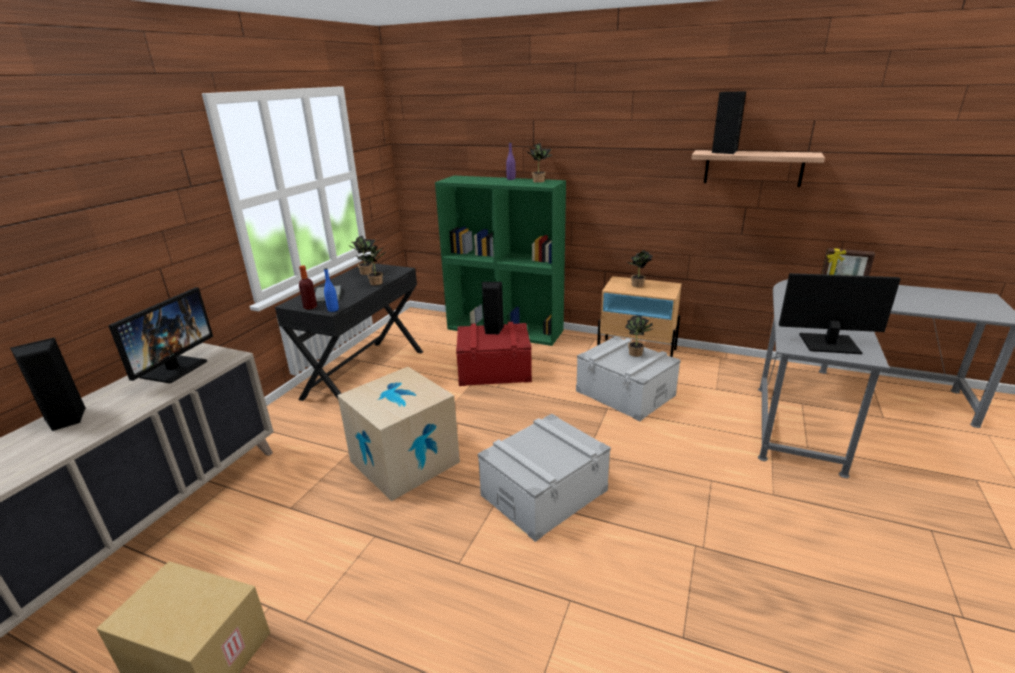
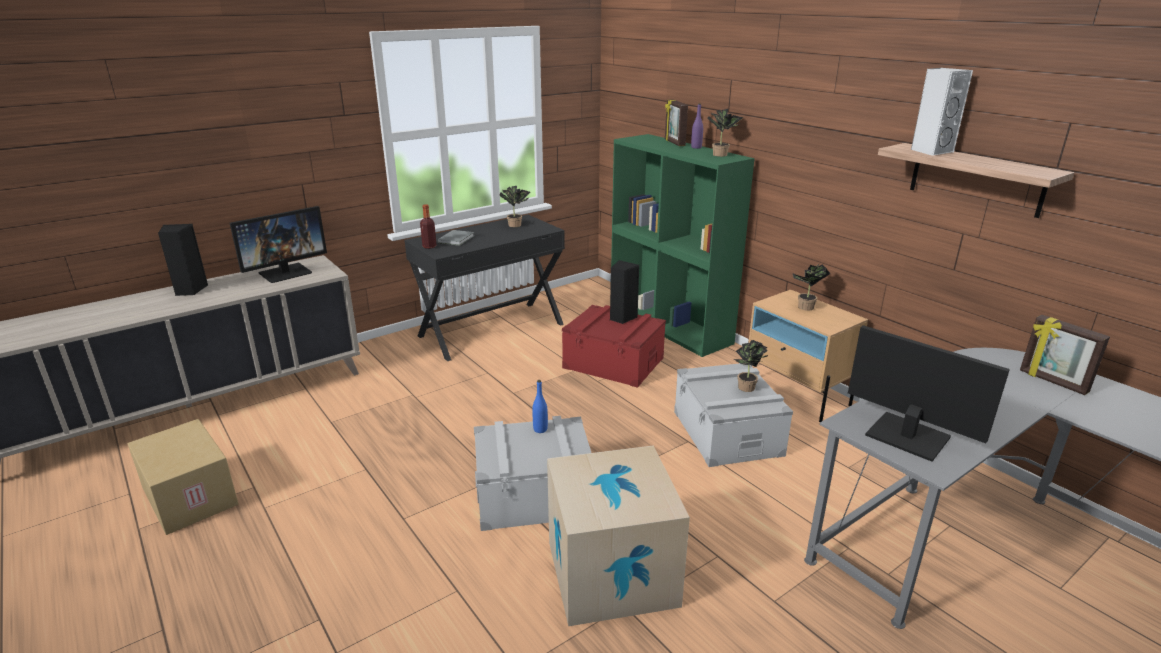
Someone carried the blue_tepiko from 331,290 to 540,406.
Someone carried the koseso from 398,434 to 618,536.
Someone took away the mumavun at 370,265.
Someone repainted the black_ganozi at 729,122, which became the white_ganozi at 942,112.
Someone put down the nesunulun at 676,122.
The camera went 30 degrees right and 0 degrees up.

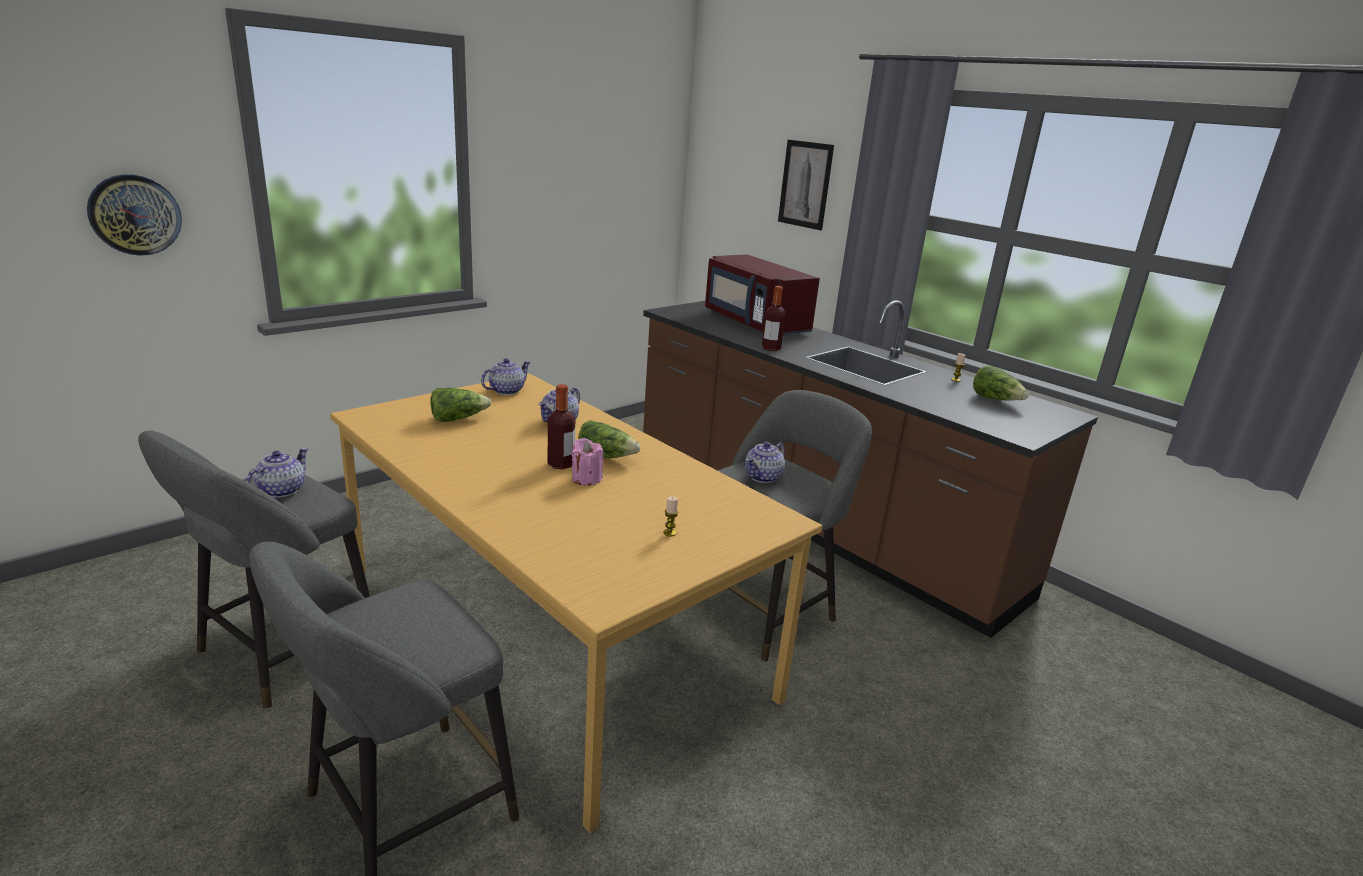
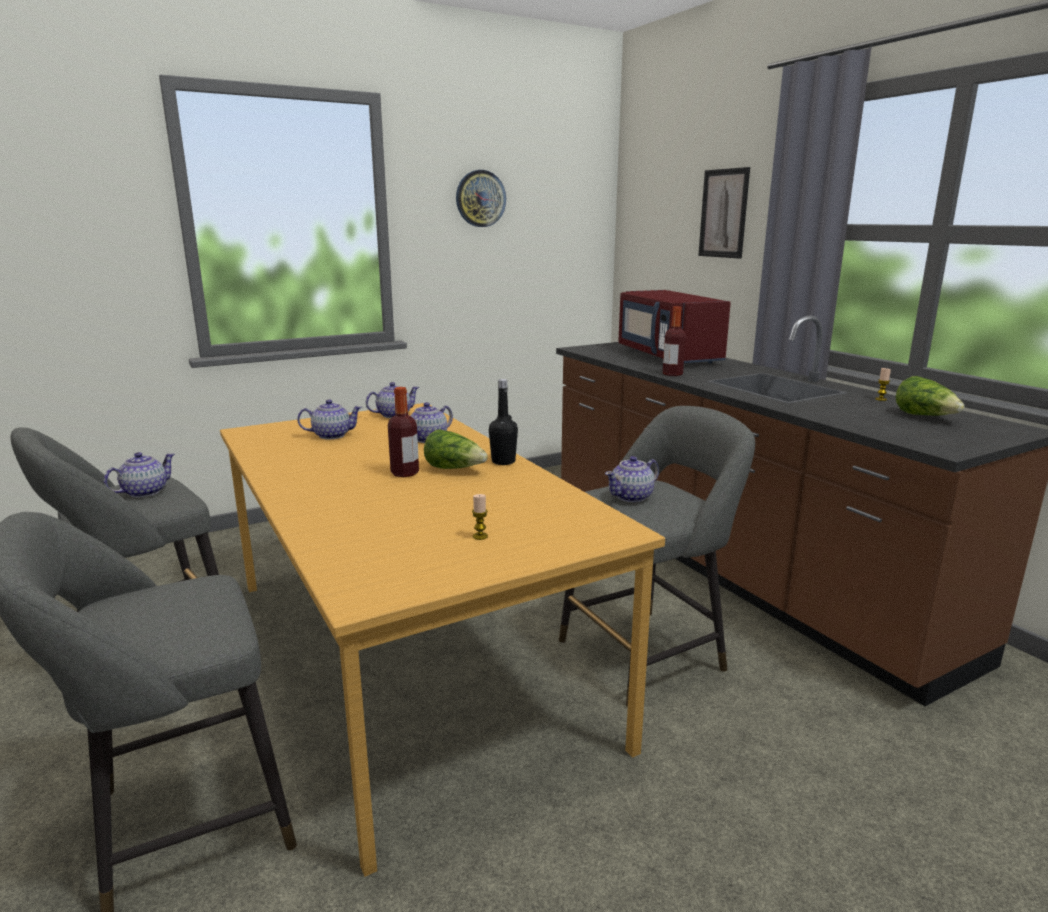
Someone carried the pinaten from 134,215 to 481,198.
Someone swapped the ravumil at 461,405 for the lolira at 329,419.
Someone took away the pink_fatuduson at 587,462.
Someone put down the black_tepiko at 503,422.
The camera went 15 degrees right and 5 degrees down.

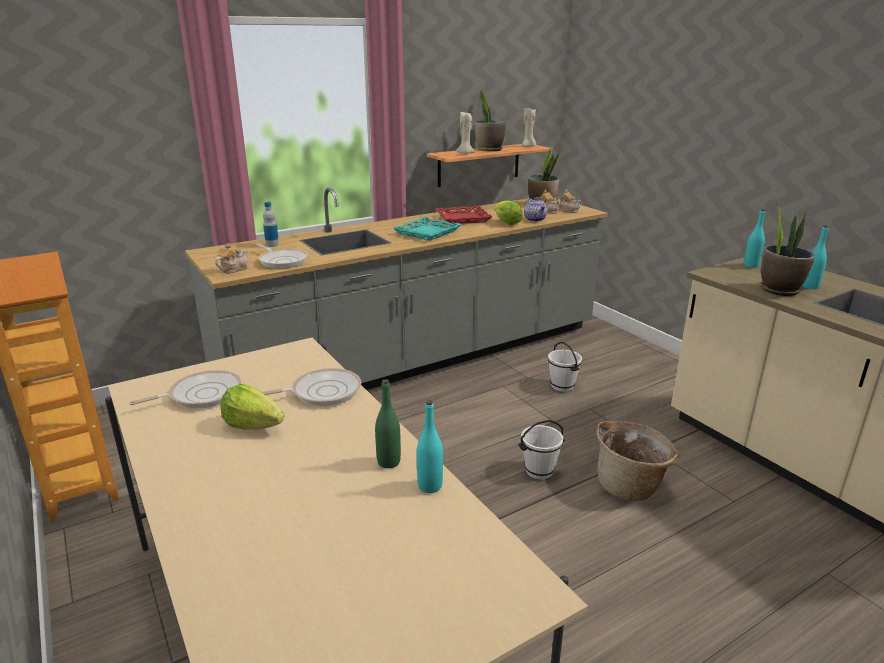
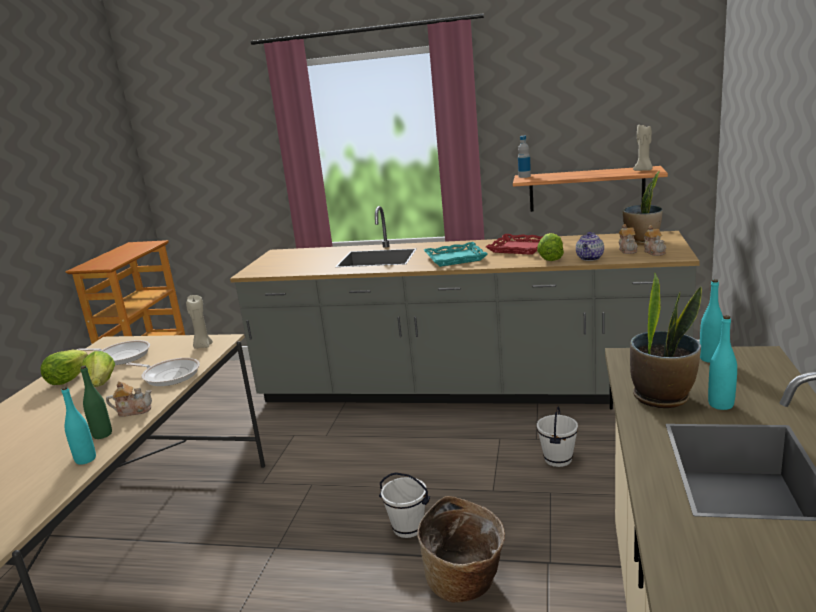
Someone carried the lolira from 231,258 to 129,399.
Someone took away the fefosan at 282,256.
Someone carried the tepiko from 271,224 to 524,157.
Someone carried the beige_fatuduson from 465,133 to 199,322.
Someone took away the mumavun at 490,120.
Someone put down the ravumil at 64,367.
The camera went 45 degrees right and 5 degrees down.

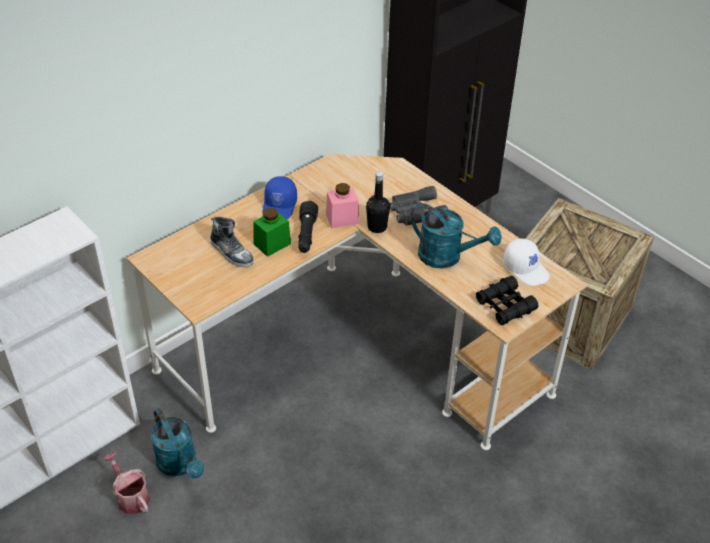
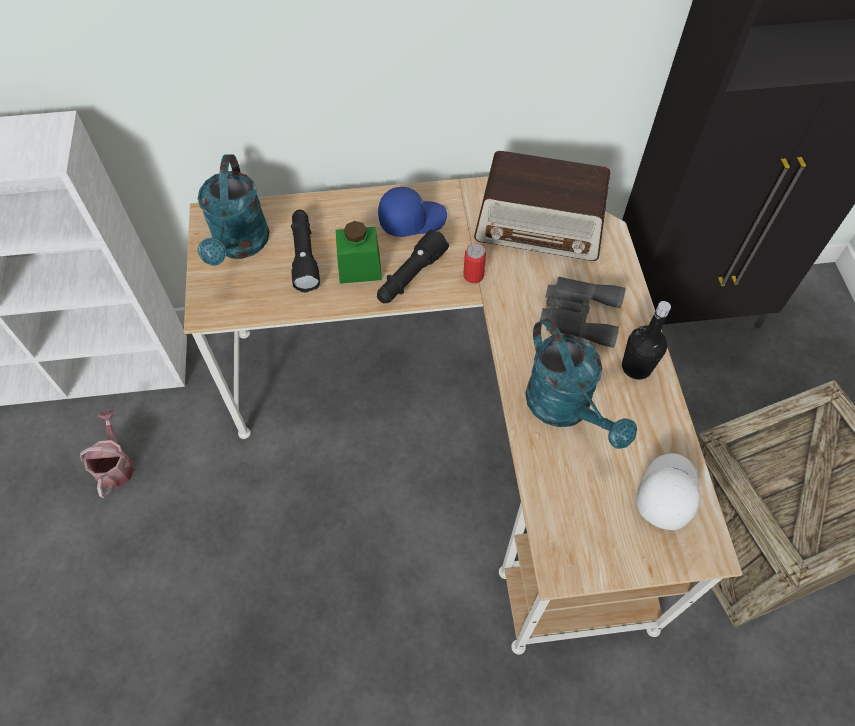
Someone carried the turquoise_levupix from 177,443 to 234,210.
Someone swapped the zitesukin at 232,242 for the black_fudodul at 305,251.
Someone rotated the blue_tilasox at 279,197 by 150 degrees counterclockwise.
Someone swapped the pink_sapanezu at 342,206 for the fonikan at 474,263.
Someone carried the black_tepiko from 378,202 to 646,340.
Someone took away the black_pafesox at 507,300.
Someone rotated the white_tilasox at 526,262 by 150 degrees counterclockwise.
Someone put down the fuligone at 542,206.
The camera went 35 degrees right and 15 degrees up.

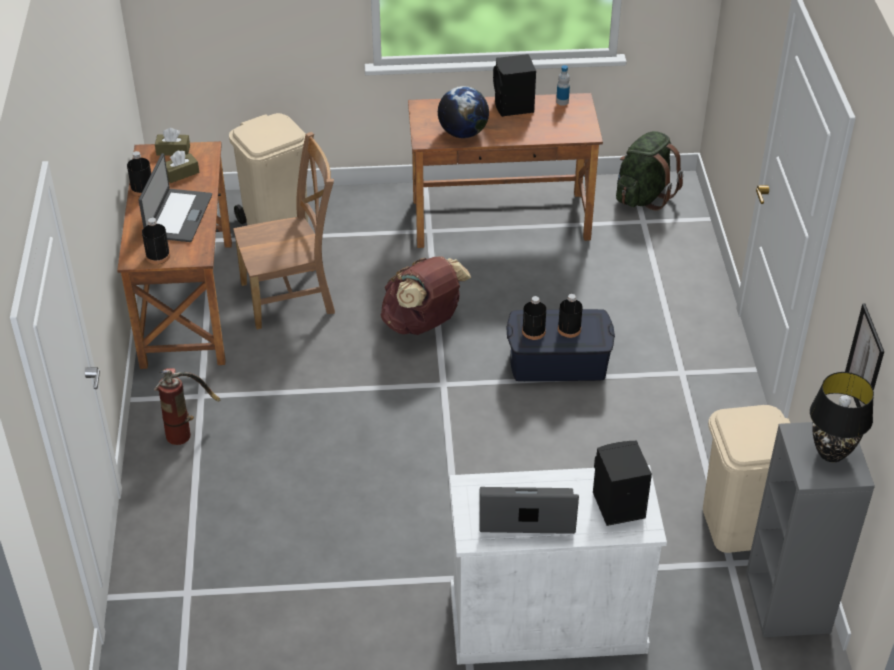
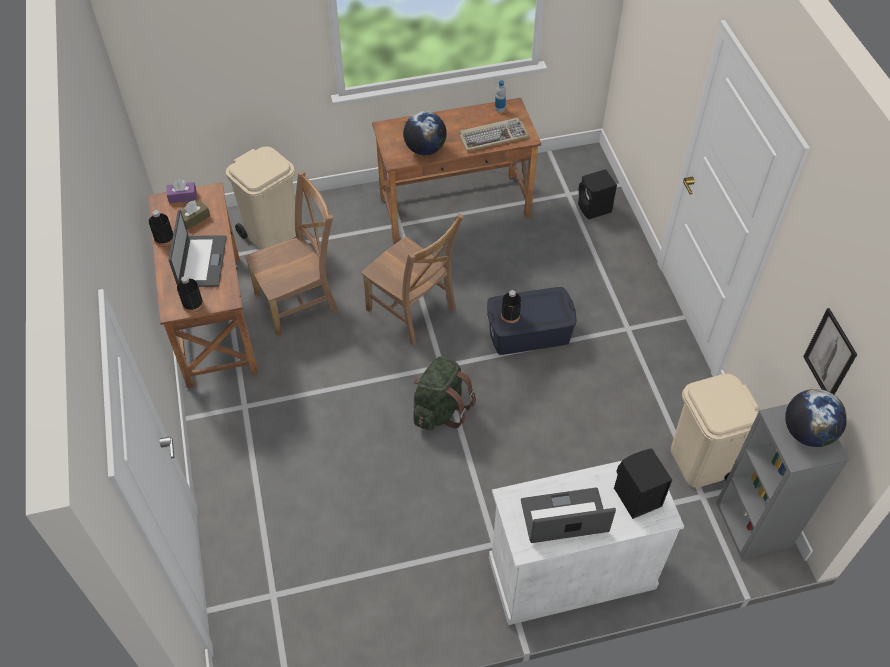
Someone took away the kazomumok at 187,406.
Someone repainted the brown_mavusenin at 172,142, which became the purple_mavusenin at 182,191.
Someone swapped the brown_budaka at 426,295 for the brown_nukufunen at 412,279.
Someone carried the black_ganozi from 514,85 to 597,194.
Someone took away the black_tepiko at 570,316.
Someone carried the green_budaka from 649,171 to 444,393.
Someone swapped the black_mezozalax at 842,417 for the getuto at 816,418.
Someone put down the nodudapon at 494,134.
The camera went 10 degrees left and 10 degrees up.

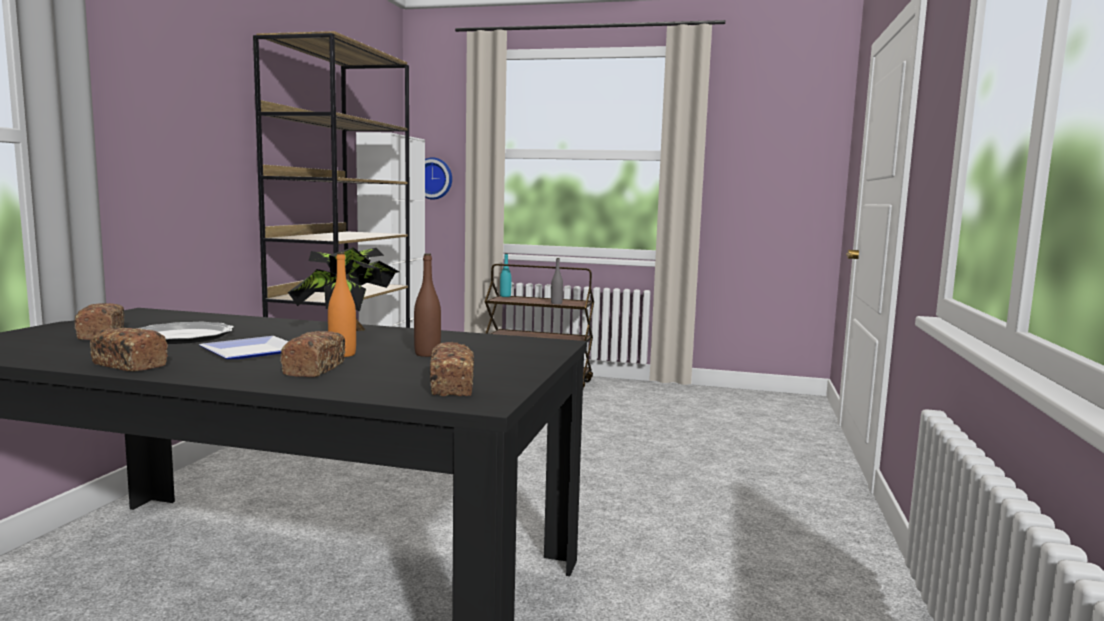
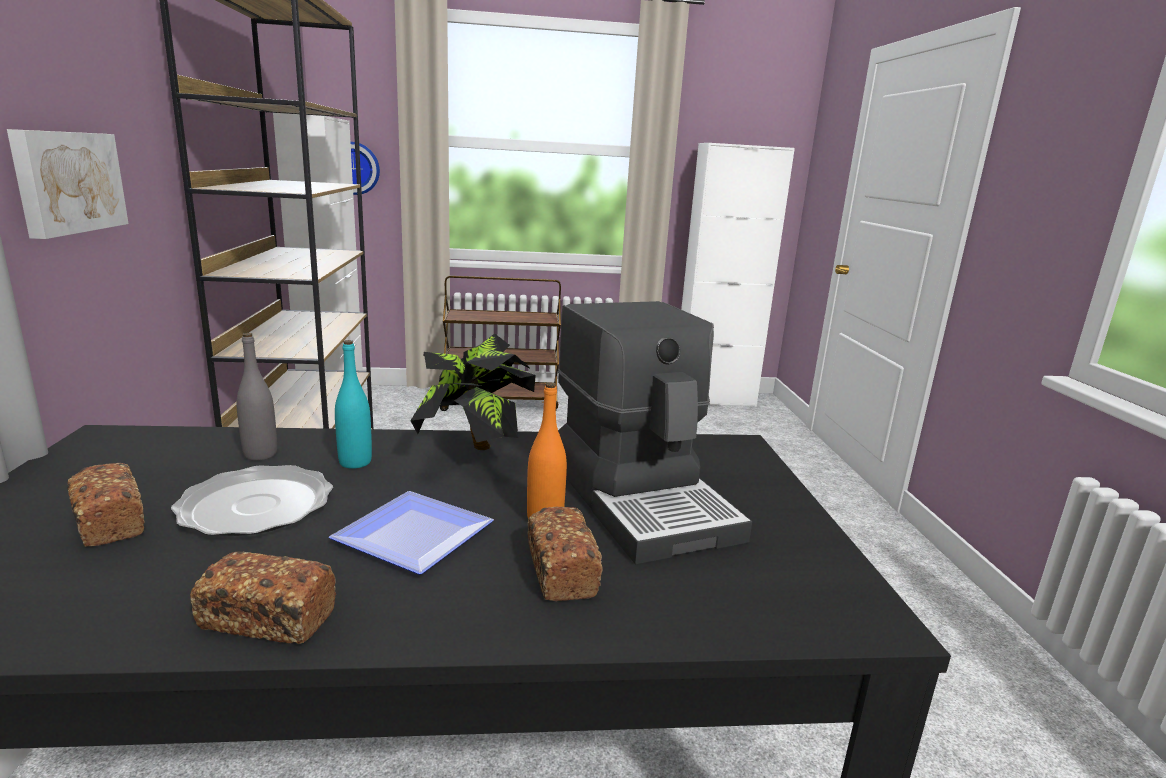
Someone swapped the brown_tepiko at 427,305 for the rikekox at 655,432.
Someone took away the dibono at 452,369.
Someone carried the turquoise_tepiko from 506,275 to 353,404.
Someone carried the grey_tepiko from 557,281 to 256,397.
Someone put up the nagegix at 68,184.
Someone put down the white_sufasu at 738,275.
The camera went 20 degrees left and 10 degrees up.

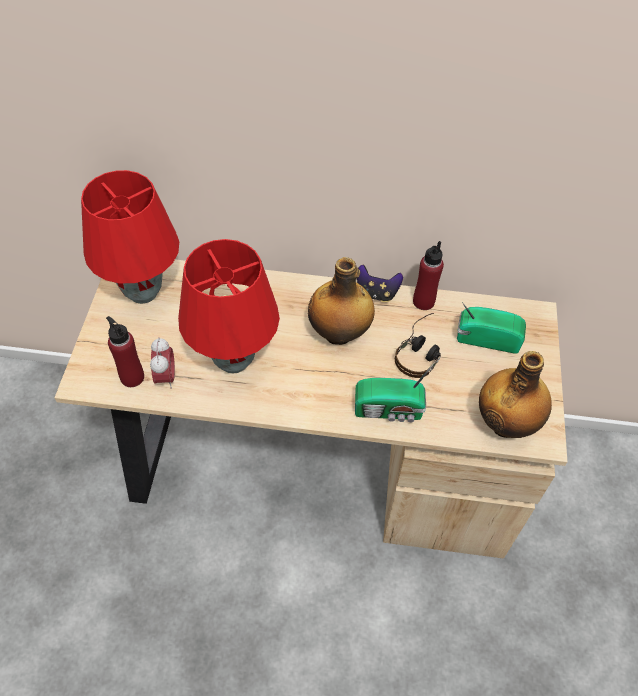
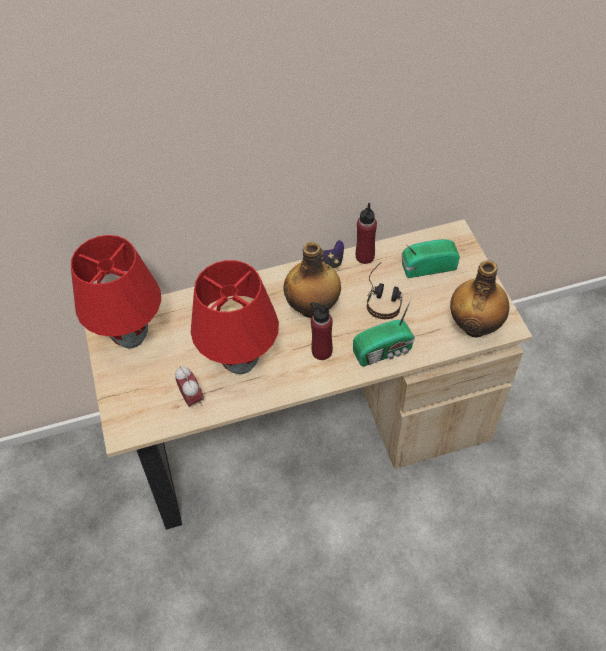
Someone carried the red_tepiko from 125,351 to 321,331.
The camera went 20 degrees left and 0 degrees up.

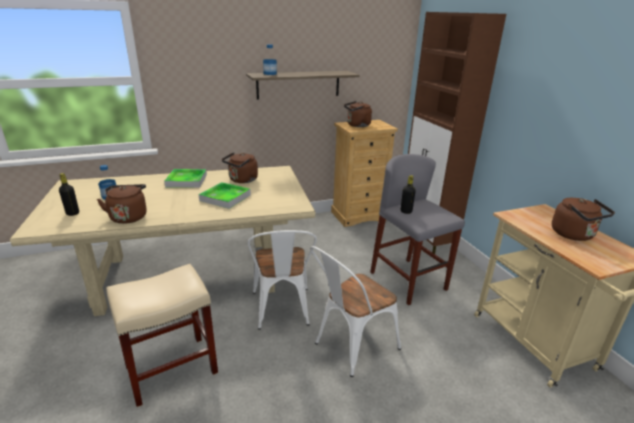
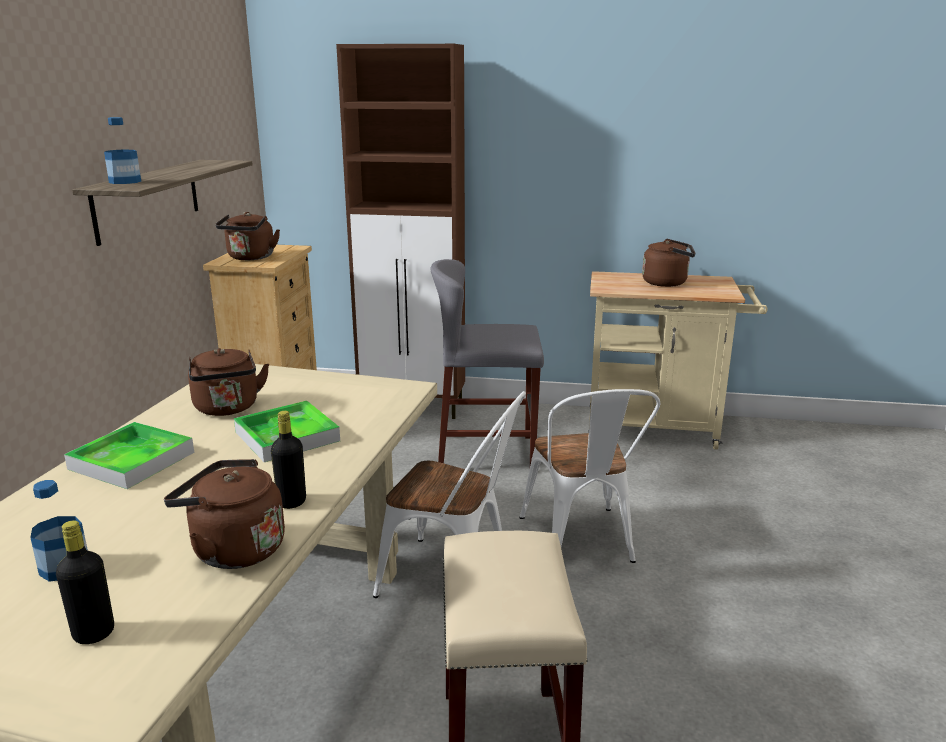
Someone carried the black_tepiko from 408,194 to 288,460.
The camera went 60 degrees left and 5 degrees down.

